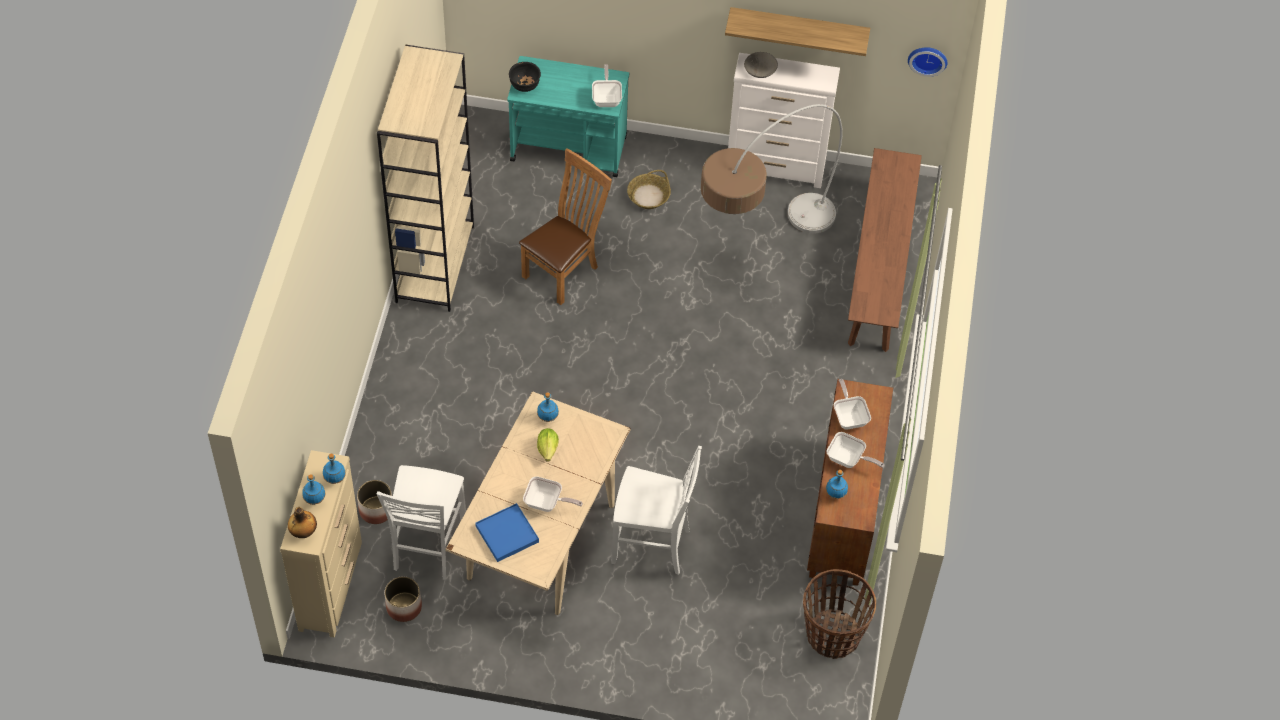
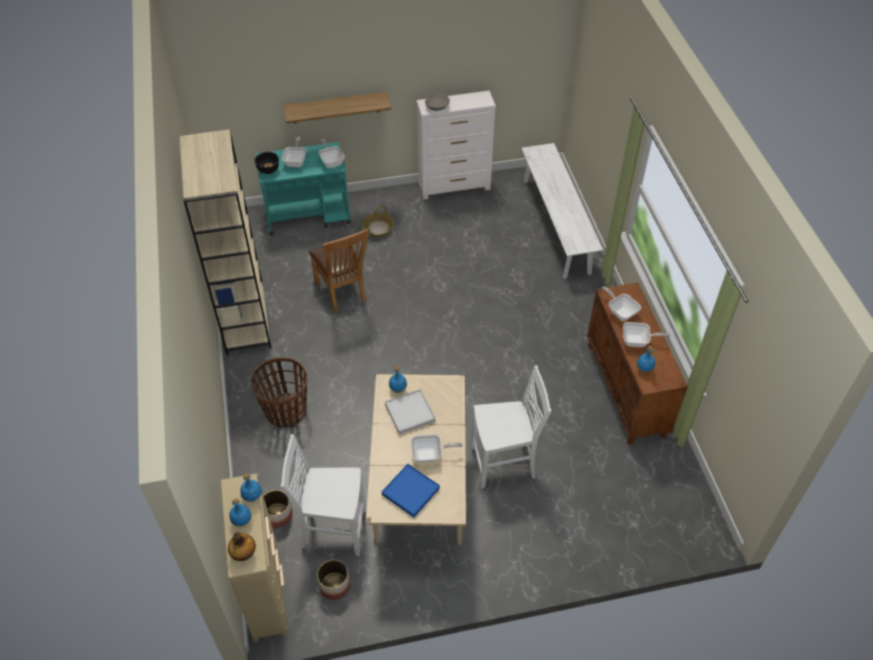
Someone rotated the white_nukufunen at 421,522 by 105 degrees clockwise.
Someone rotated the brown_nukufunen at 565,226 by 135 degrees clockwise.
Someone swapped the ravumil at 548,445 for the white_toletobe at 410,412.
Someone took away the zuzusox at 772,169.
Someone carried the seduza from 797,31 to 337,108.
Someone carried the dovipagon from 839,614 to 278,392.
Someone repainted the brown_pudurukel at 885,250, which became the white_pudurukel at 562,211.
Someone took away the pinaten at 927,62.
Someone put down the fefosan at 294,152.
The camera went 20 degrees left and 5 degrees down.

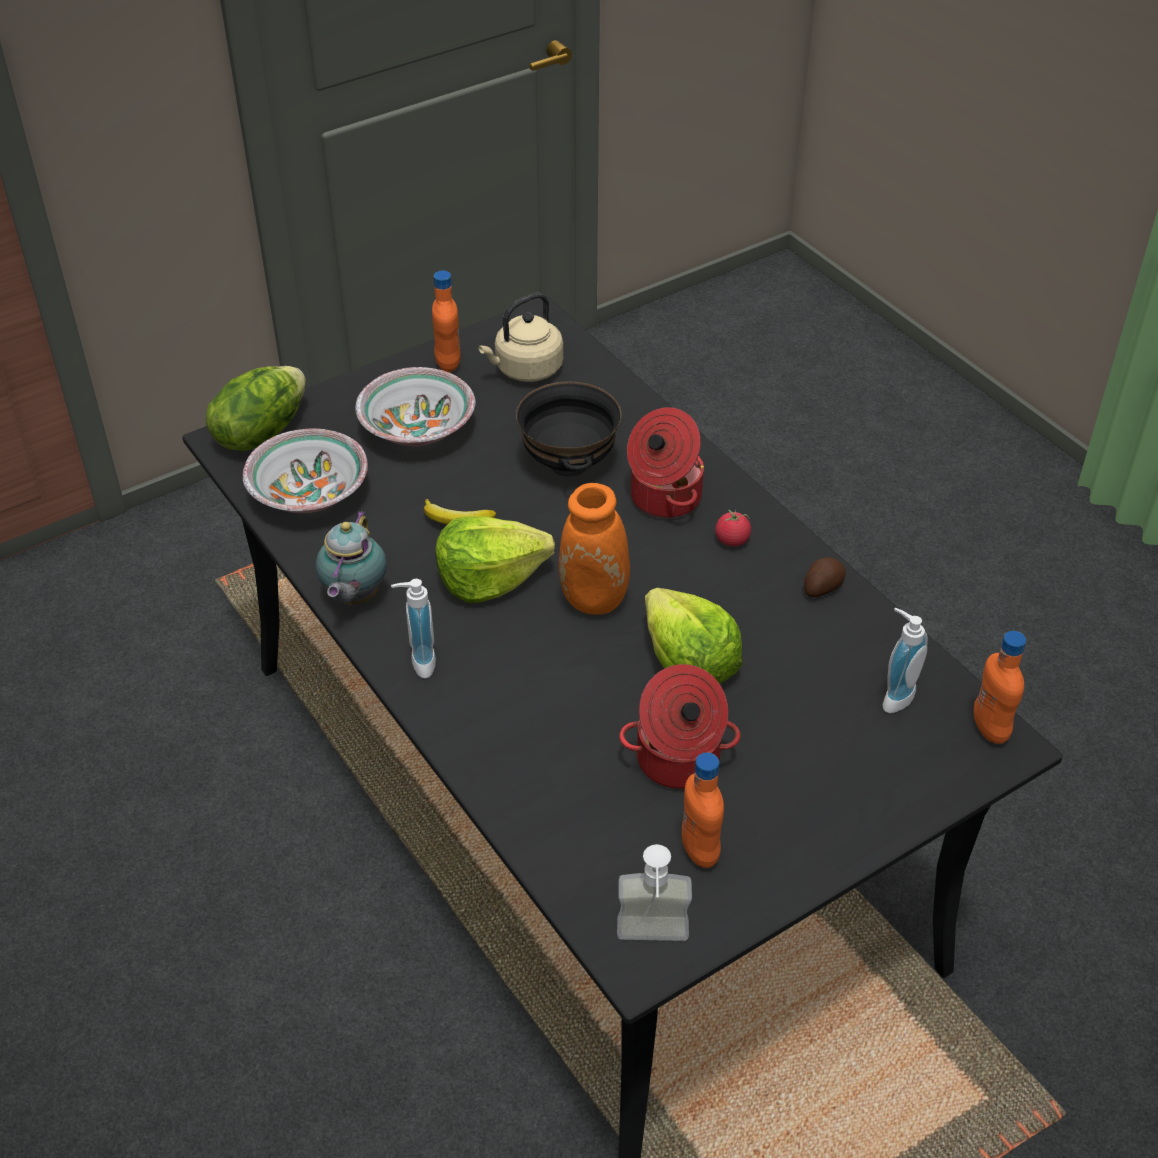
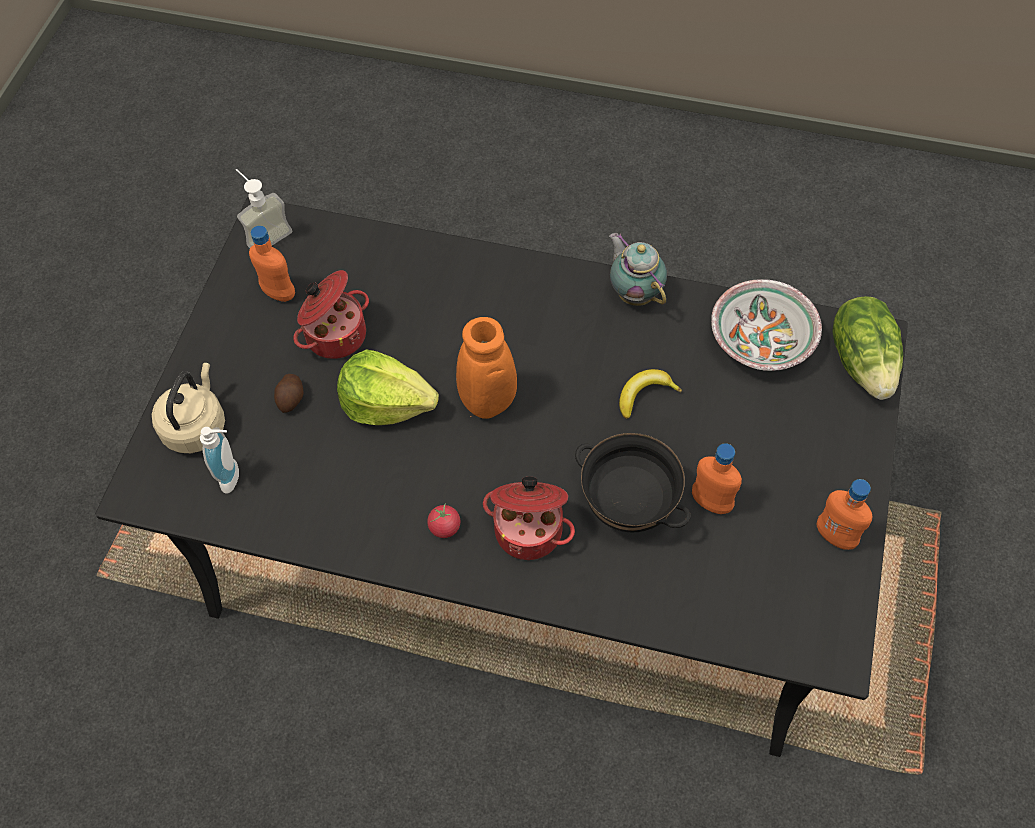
Someone took away the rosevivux at 415,406.
Someone took away the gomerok at 413,629.
Someone took away the ravumil at 495,559.
Someone carried the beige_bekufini from 520,337 to 188,408.
Someone carried the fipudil from 825,577 to 289,393.
Someone carried the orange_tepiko from 1000,687 to 717,478.
The camera went 140 degrees right and 15 degrees up.

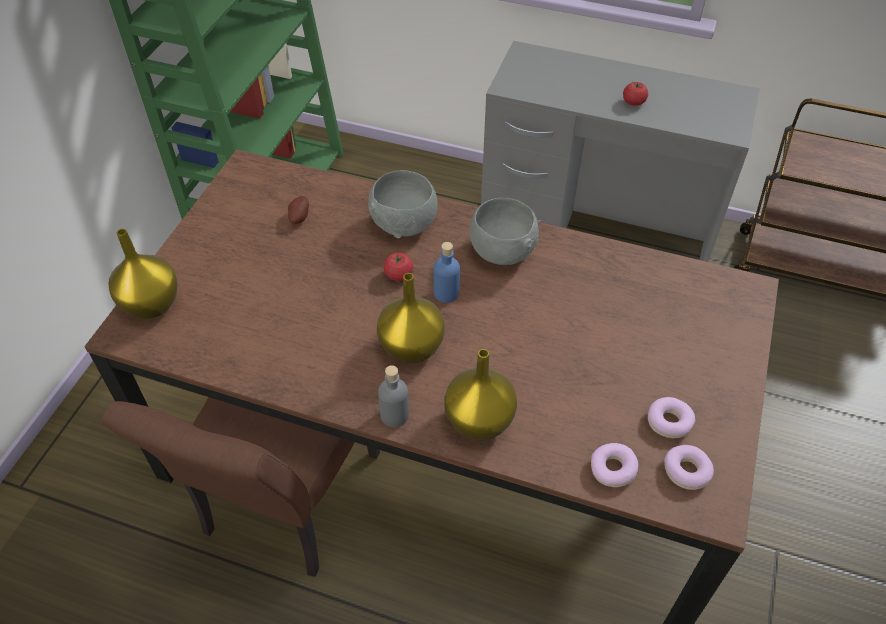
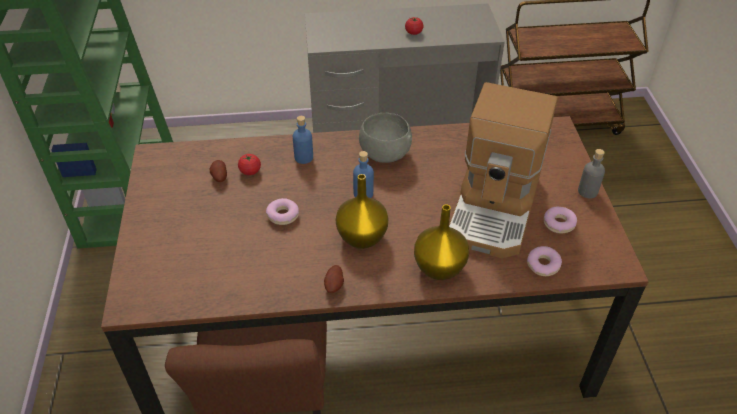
Someone took away the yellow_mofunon at 143,274.
Someone swapped the grey_rosevivux at 403,204 for the blue_tepiko at 303,140.
Someone carried the grey_tepiko from 393,396 to 591,174.
Someone carried the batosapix from 398,267 to 249,164.
Someone carried the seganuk from 689,467 to 282,211.
Someone put down the fipudil at 334,279.
Someone put down the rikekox at 503,170.
The camera went 25 degrees left and 5 degrees down.

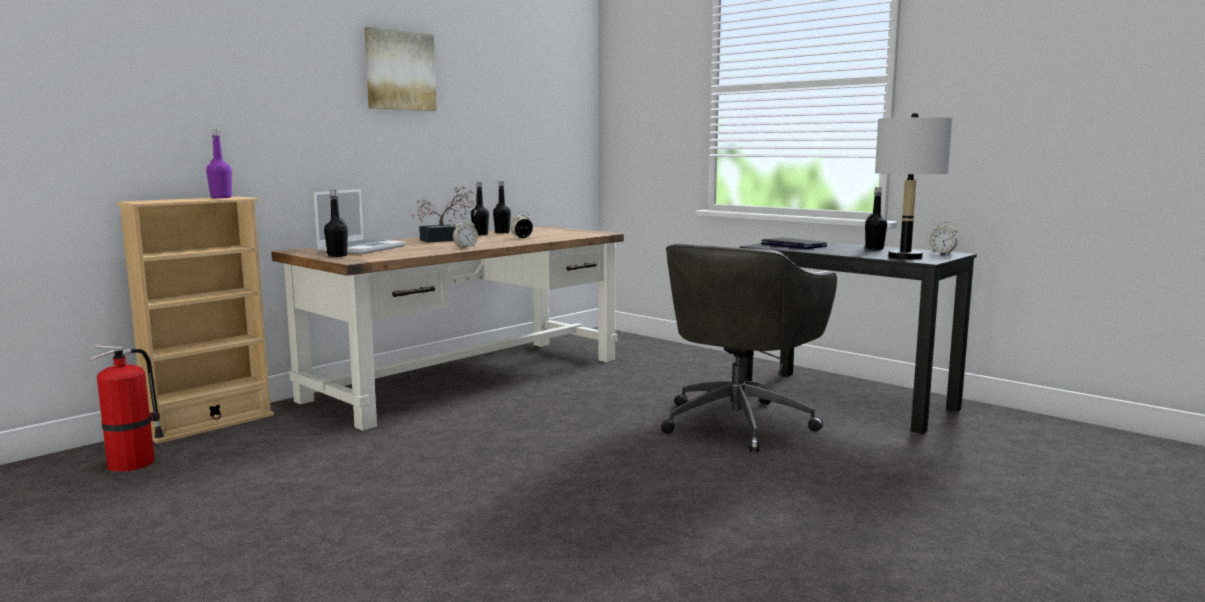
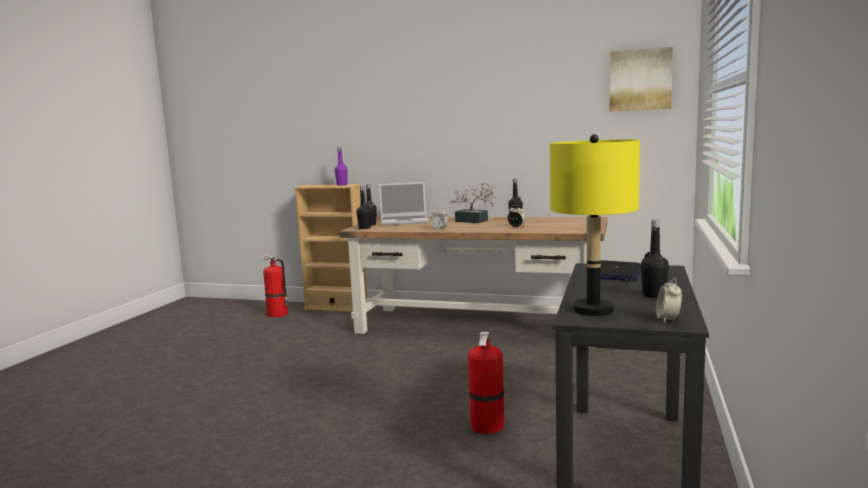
Someone carried the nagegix from 400,69 to 641,79.
Someone carried the black_tepiko from 502,207 to 363,207.
Someone swapped the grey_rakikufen at 749,348 for the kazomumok at 486,382.
Someone repainted the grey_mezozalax at 913,186, which became the yellow_mezozalax at 595,225.
The camera went 65 degrees right and 0 degrees up.

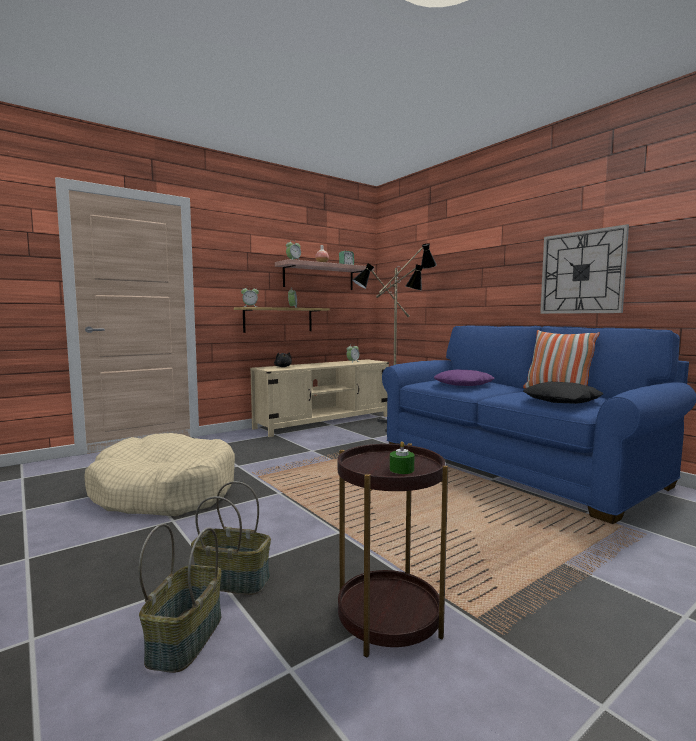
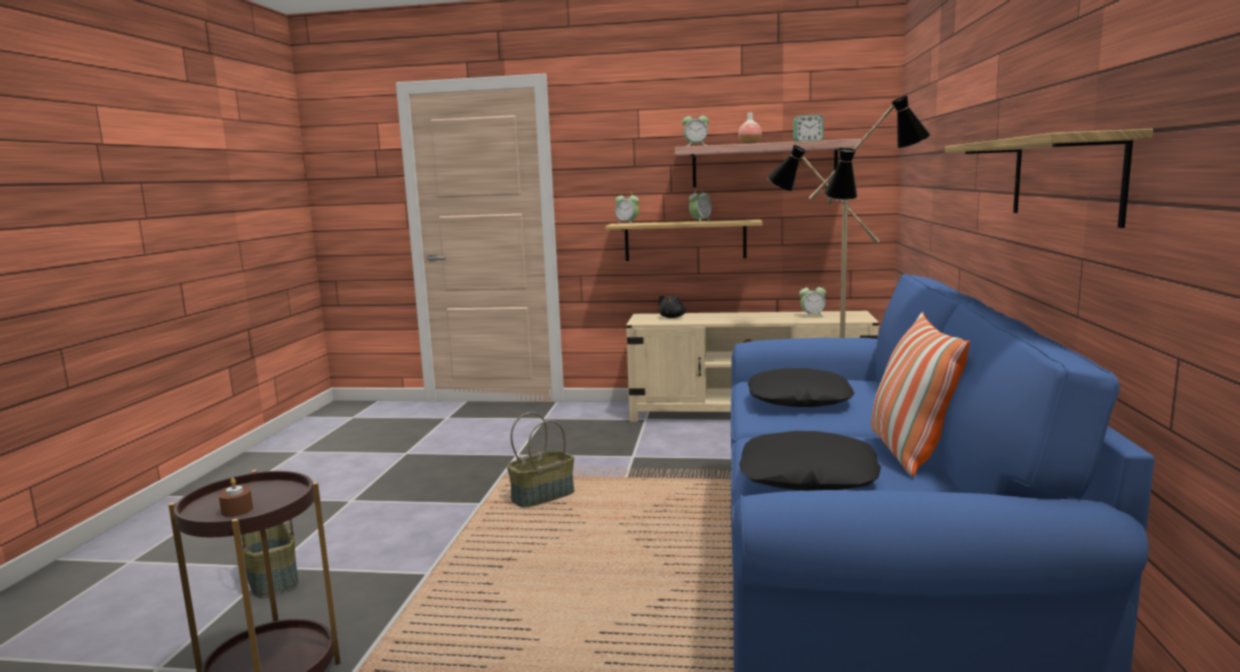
Someone took away the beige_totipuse at 159,474.
Someone carried the dovipagon from 180,598 to 541,460.
Someone repainted the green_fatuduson at 402,457, which became the brown_fatuduson at 236,497.
Someone repainted the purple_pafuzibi at 464,377, which became the black_pafuzibi at 801,387.
Someone swapped the pinaten at 584,269 for the seduza at 1049,178.
The camera went 45 degrees right and 5 degrees up.

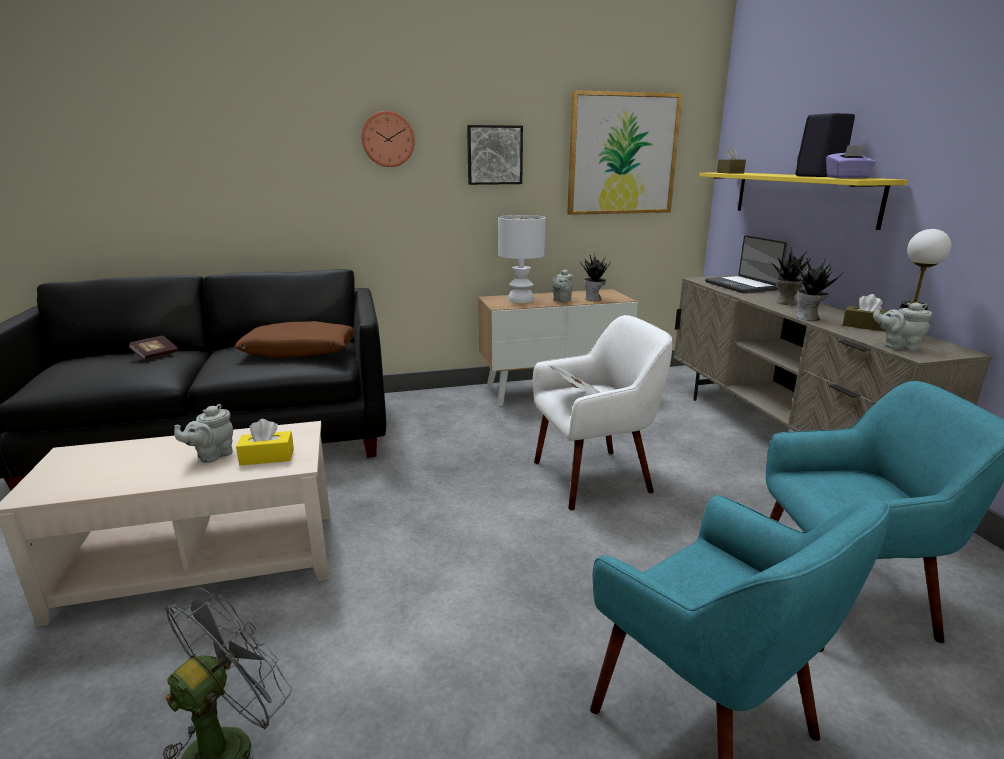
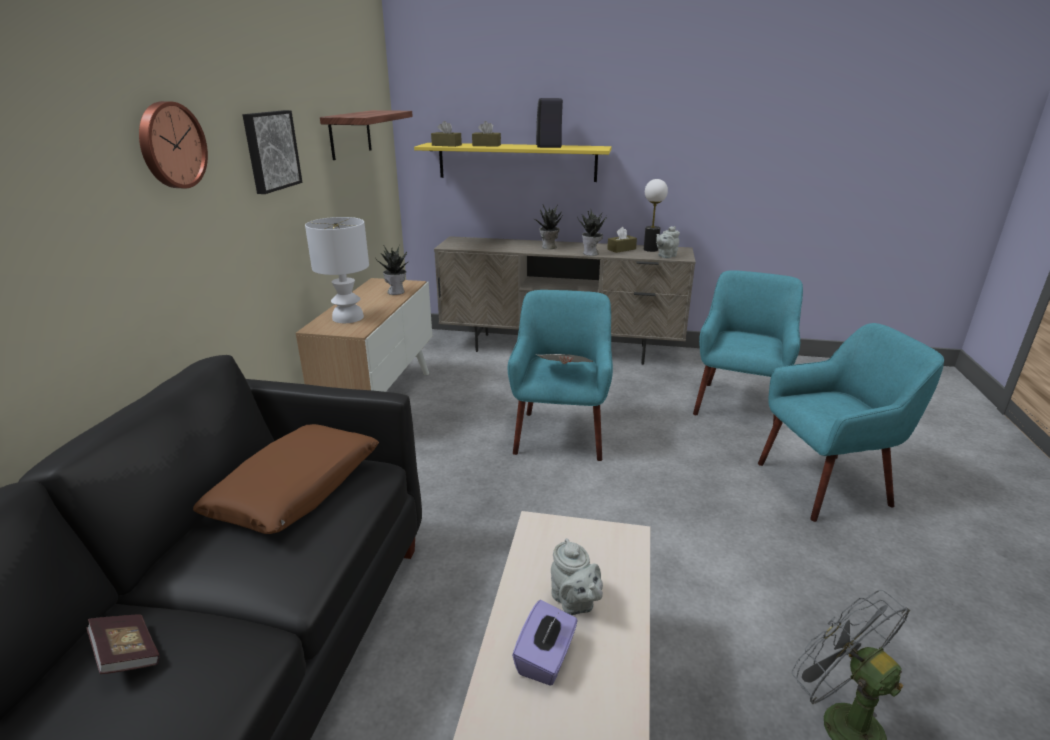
Someone took away the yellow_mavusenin at 265,442.
Someone repainted the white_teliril at 602,412, which became the turquoise_teliril at 560,375.
Someone took away the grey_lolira at 562,285.
Someone swapped the nagegix at 624,152 for the seduza at 366,135.
Someone took away the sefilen at 746,264.
Someone carried the purple_mavusenin from 851,161 to 544,643.
Someone put down the brown_mavusenin at 486,134.
The camera went 65 degrees left and 5 degrees up.

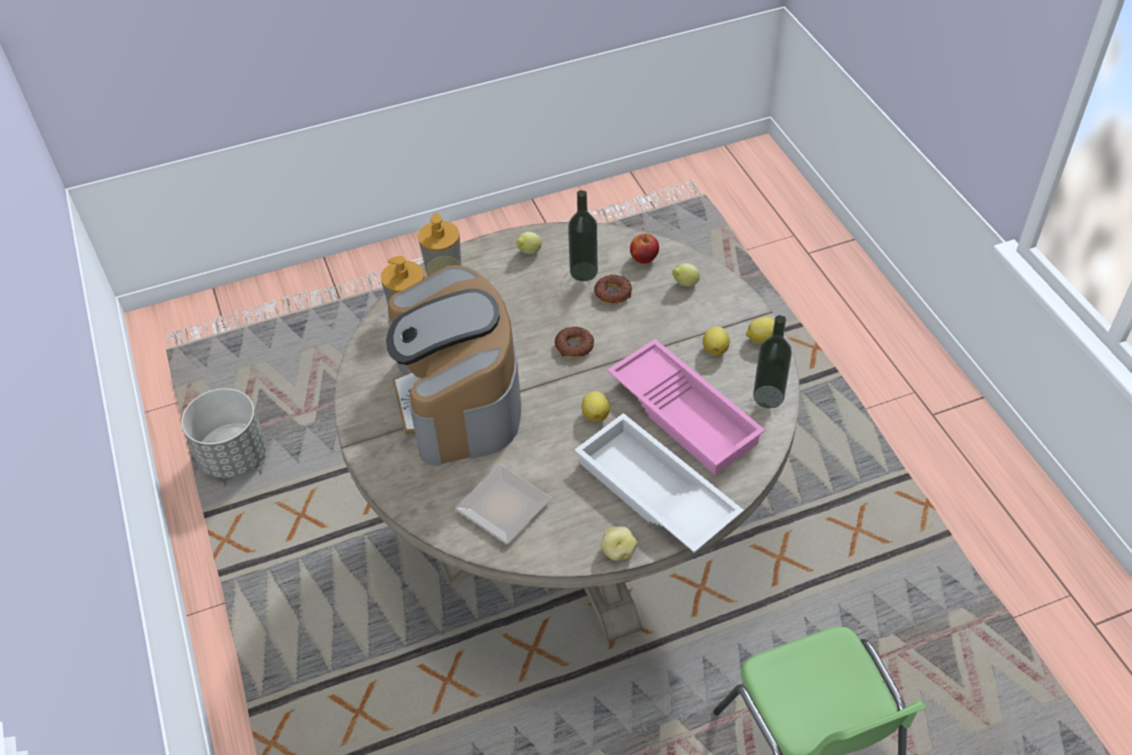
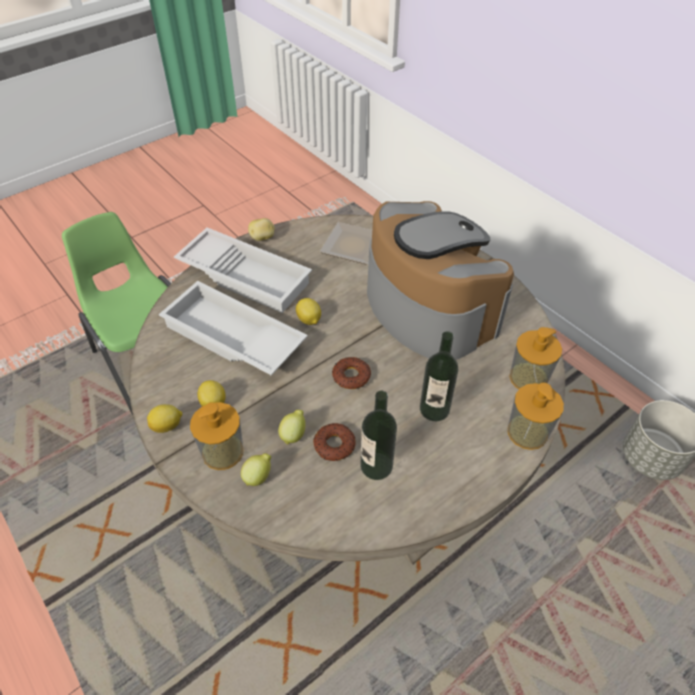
Someone carried the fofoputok from 529,243 to 291,427.
Someone repainted the pink_toletobe at 686,407, which became the white_toletobe at 233,328.
Someone took away the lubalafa at 644,249.
Someone carried the tepiko from 772,361 to 439,376.
Someone put down the gomerok at 216,436.
The camera went 160 degrees right and 0 degrees up.

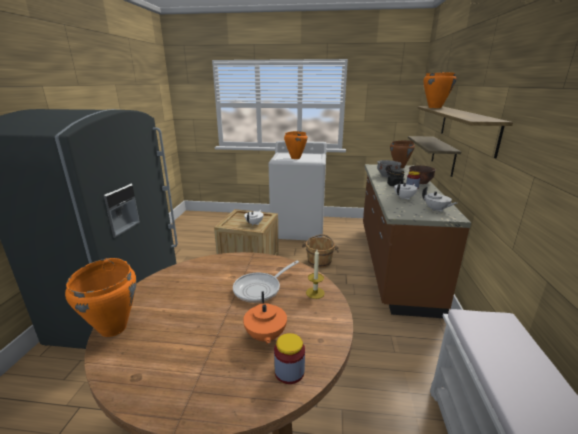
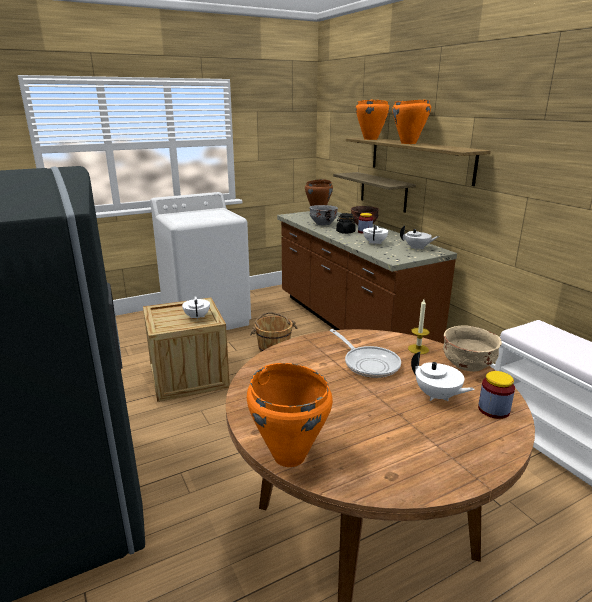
Someone rotated the fefosan at 266,282 by 45 degrees counterclockwise.
Someone repainted the orange_lolira at 265,318, which became the white_lolira at 443,376.
Someone carried the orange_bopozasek from 296,145 to 411,122.
Someone put down the beige_rosevivux at 472,348.
The camera went 35 degrees left and 0 degrees up.

